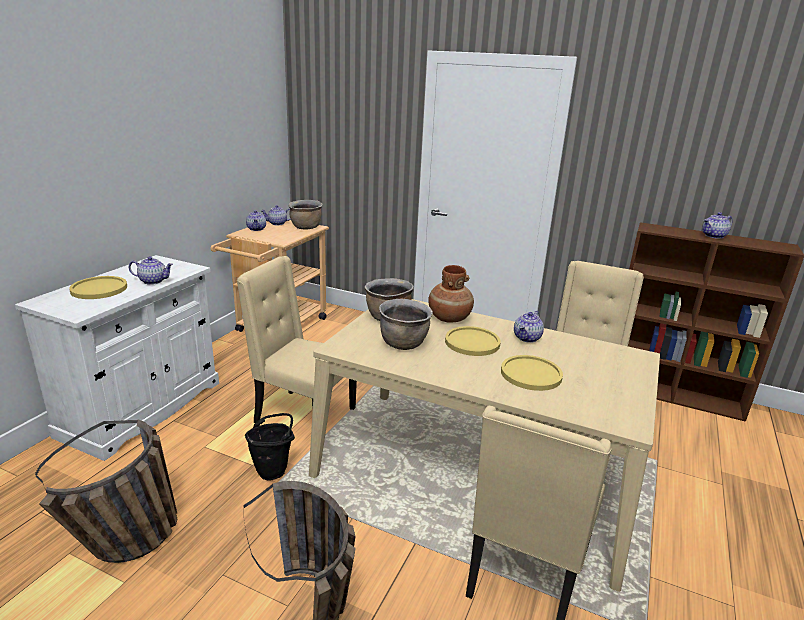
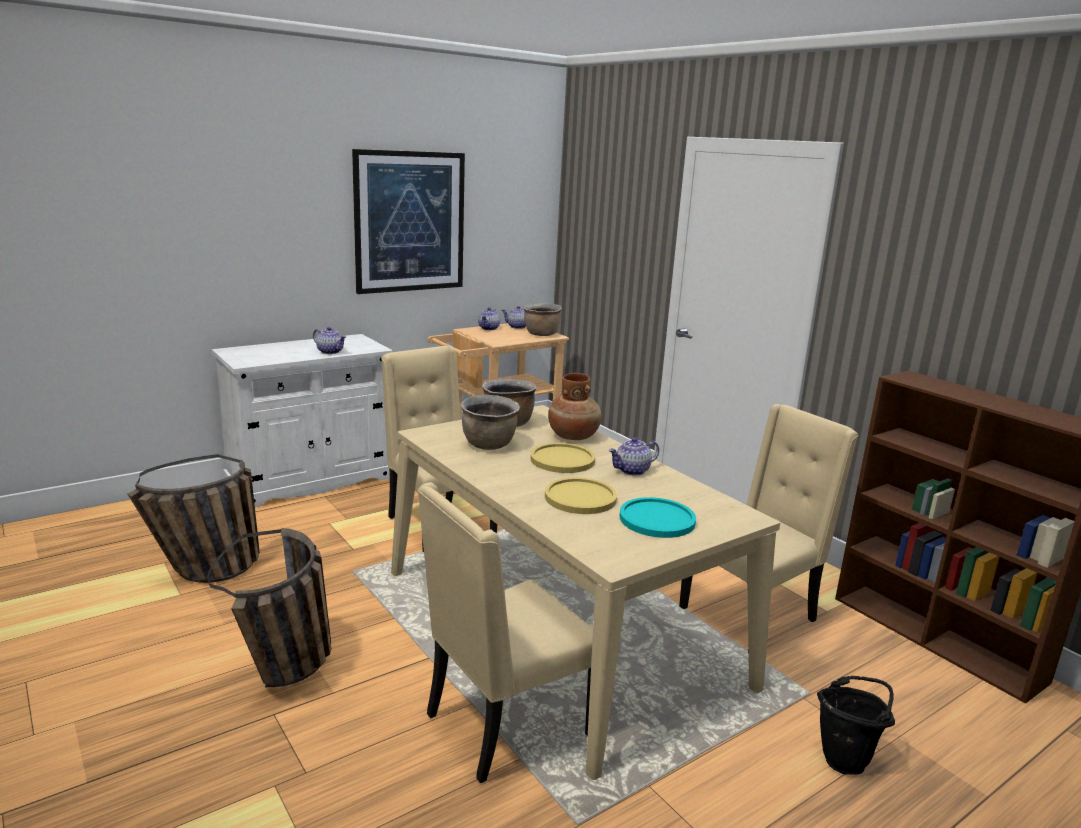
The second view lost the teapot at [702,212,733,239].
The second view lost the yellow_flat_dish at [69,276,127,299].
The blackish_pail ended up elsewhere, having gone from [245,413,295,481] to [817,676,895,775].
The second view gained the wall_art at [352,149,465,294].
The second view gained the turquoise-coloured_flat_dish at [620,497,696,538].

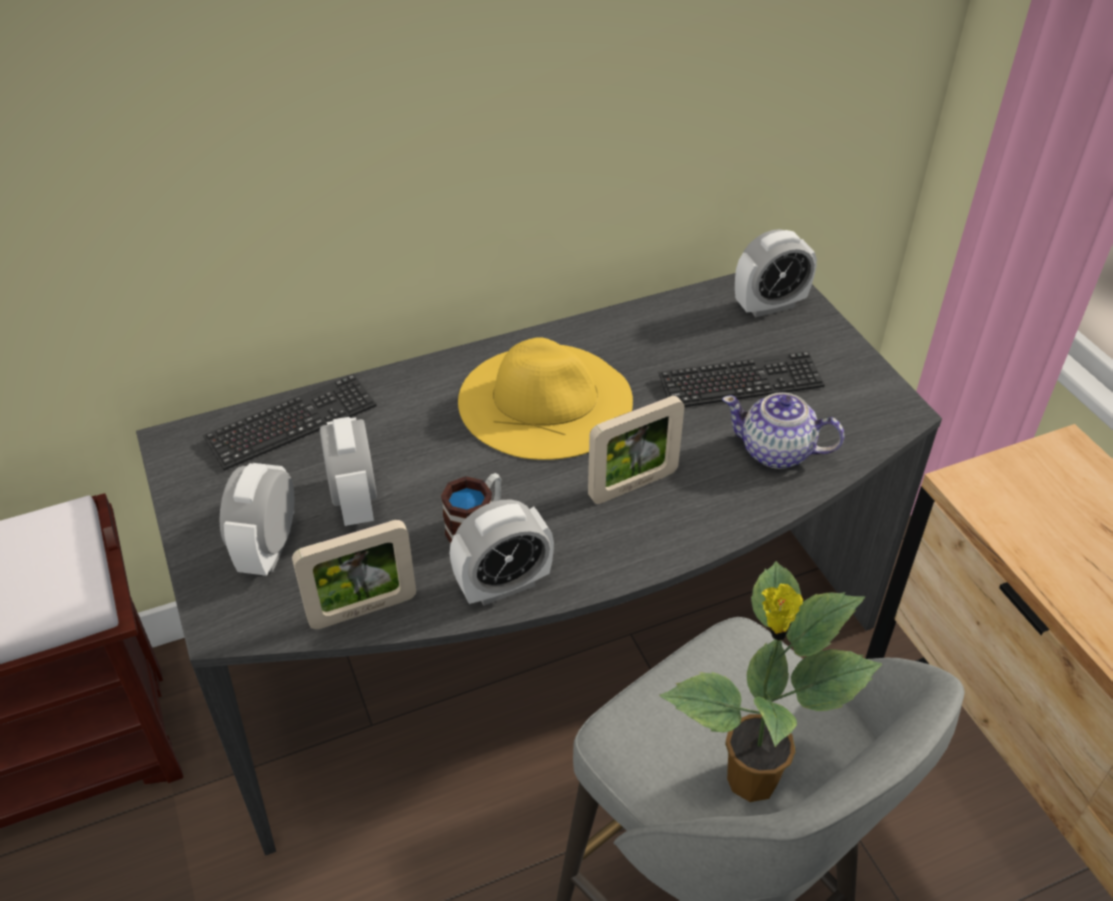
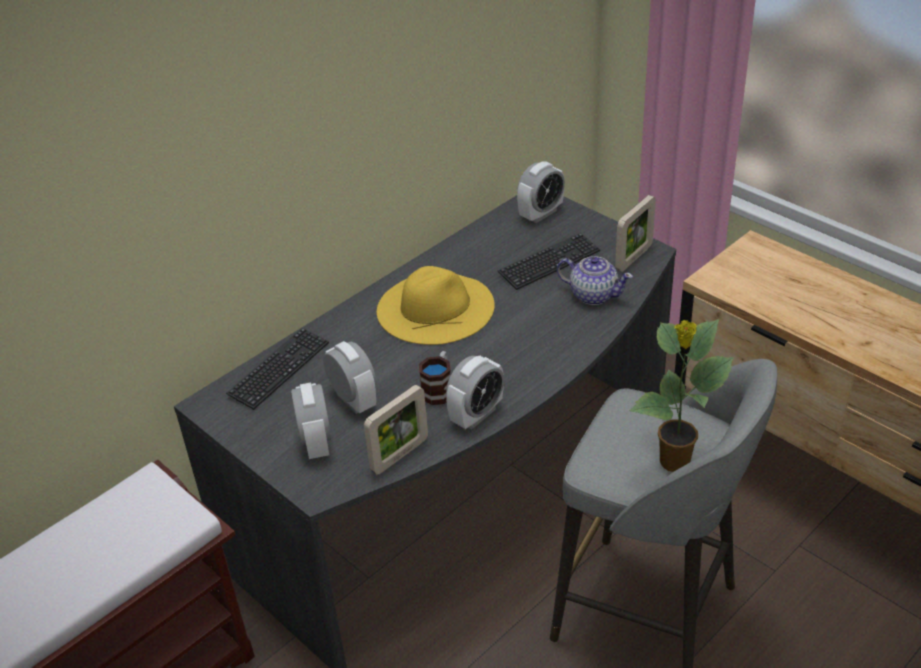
The teapot at [722,392,844,469] ended up facing another way, 150 degrees counterclockwise from before.
The standing_frame ended up elsewhere, having gone from [588,396,684,504] to [615,195,656,272].

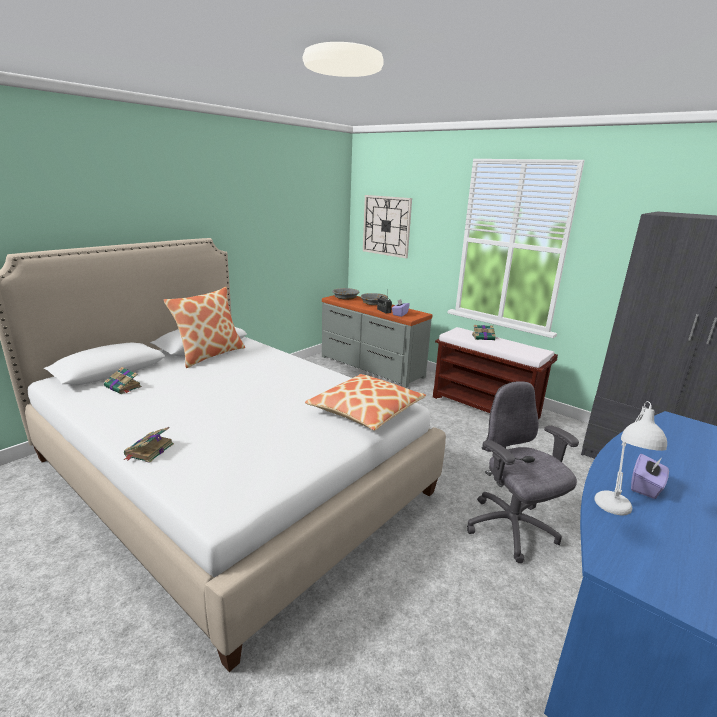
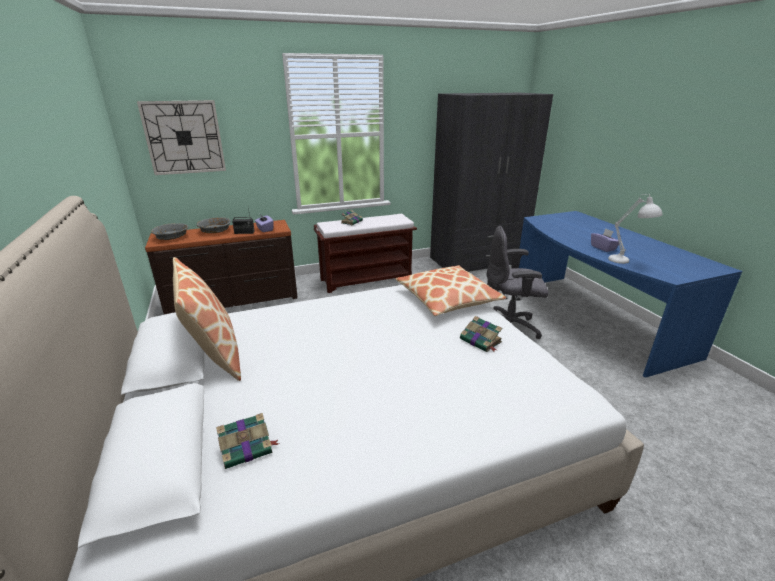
What was the greyish_drawer_chest at [322,295,432,388] turned into the brown-coloured_drawer_chest at [145,220,298,315].
The book ended up elsewhere, having gone from [124,427,174,463] to [460,316,503,352].

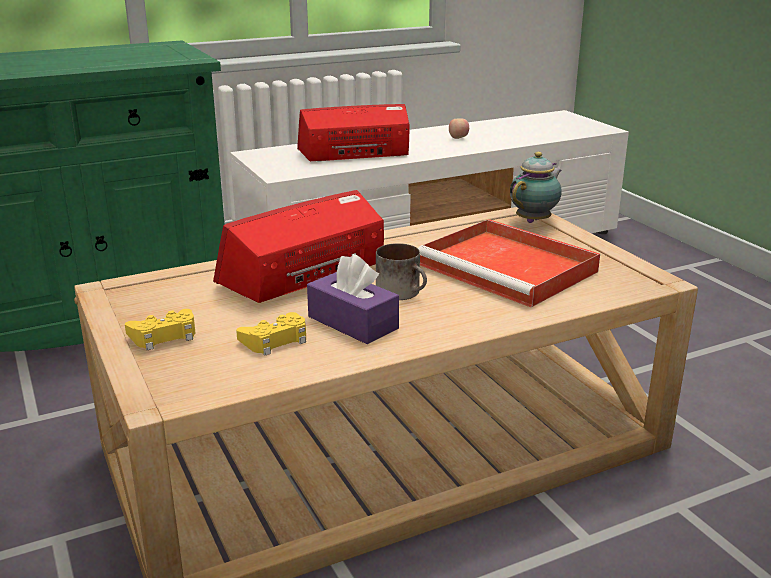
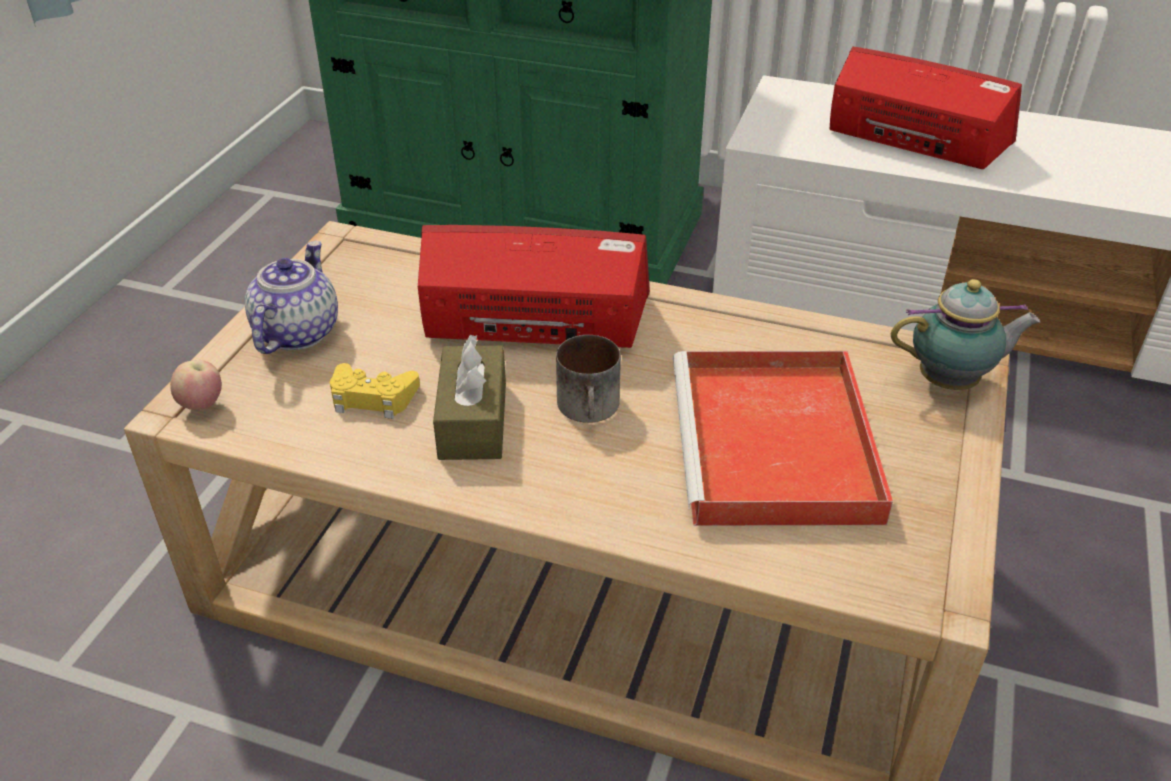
The apple_fruit ended up elsewhere, having gone from [449,119,469,139] to [170,360,222,410].
What was the purple_box_of_tissues at [307,254,399,344] turned into the brown-coloured_box_of_tissues at [433,334,506,460].
Where the yellow_gamepad stood at [125,309,195,350], the teapot came to stand at [245,241,338,354].

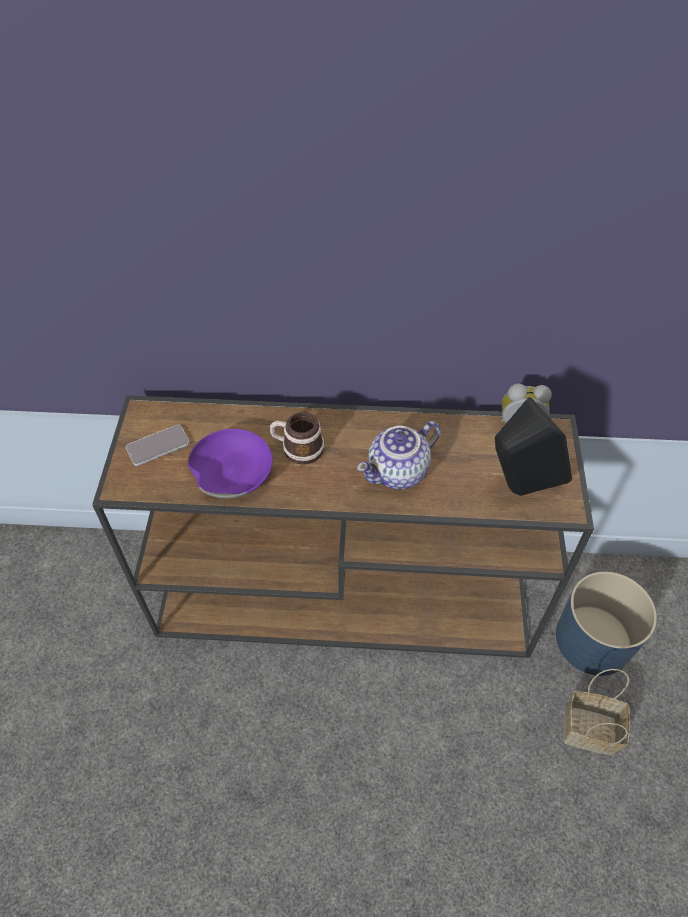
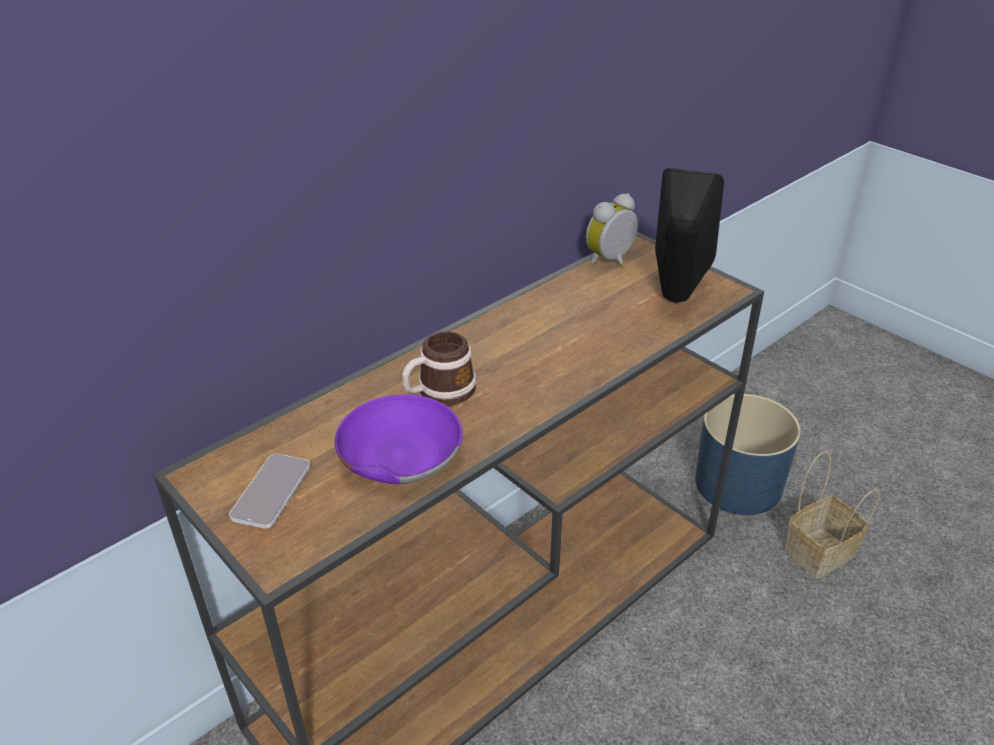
The second view lost the teapot at [357,421,441,489].

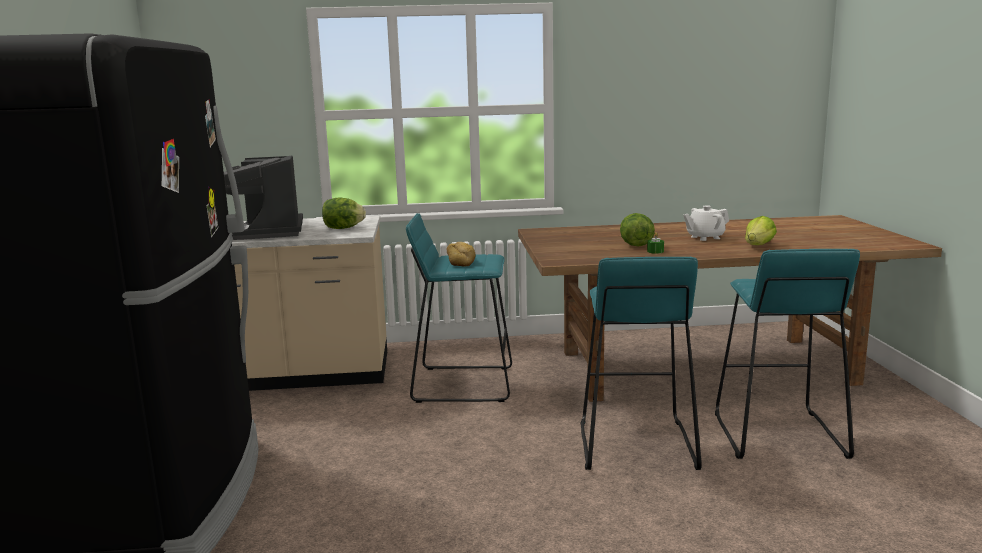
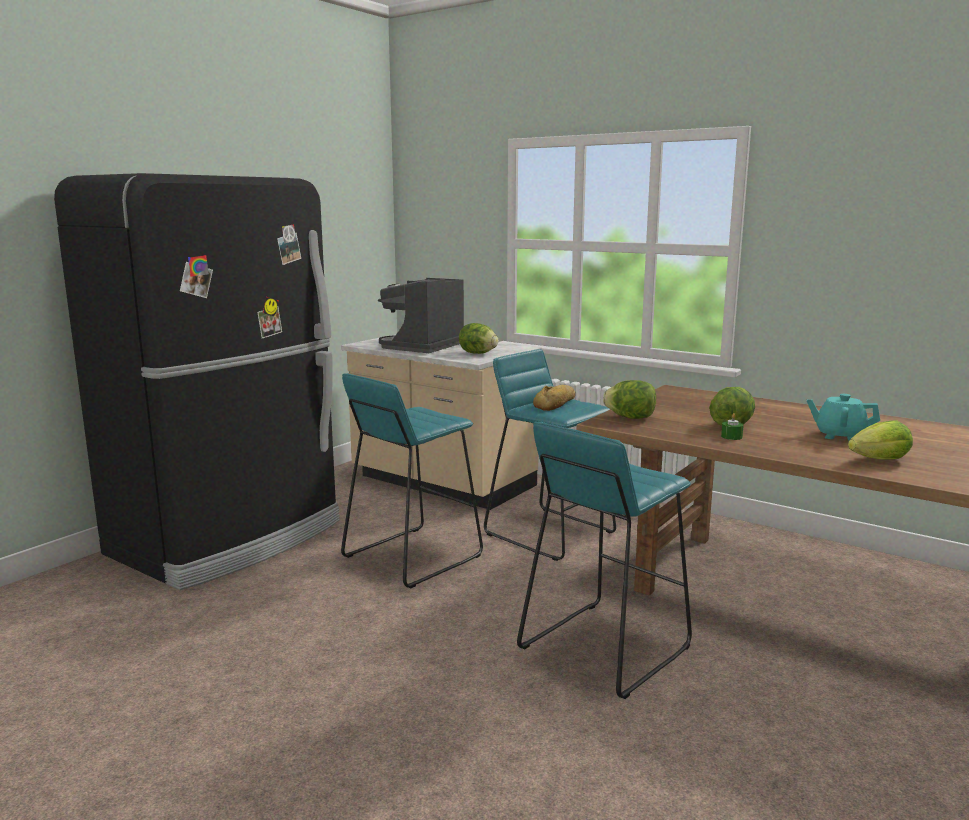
What was the white_teapot at [683,205,729,241] turned into the turquoise-coloured_teapot at [807,394,880,440].
The turquoise-coloured_stool_seat ended up elsewhere, having gone from [715,249,860,459] to [341,373,483,588].
The second view gained the head_of_lettuce at [603,380,656,419].

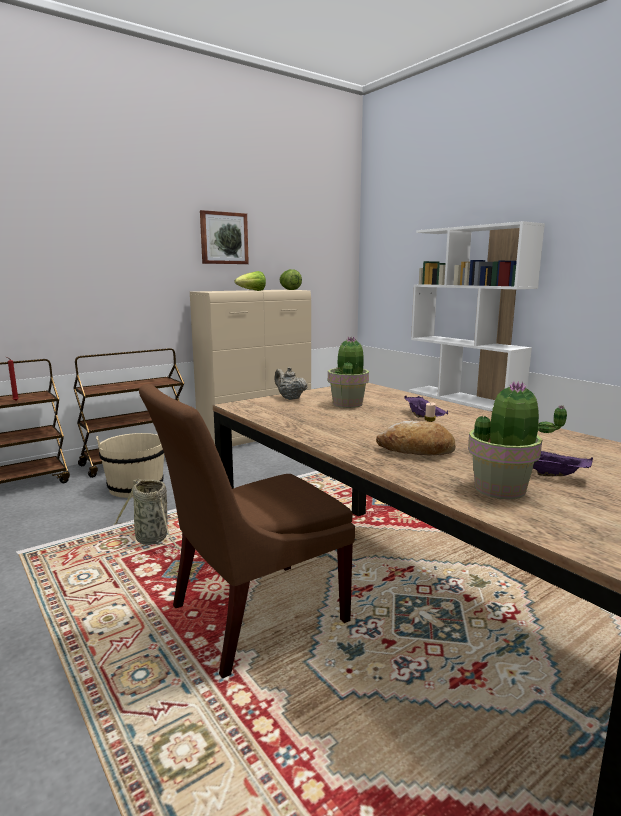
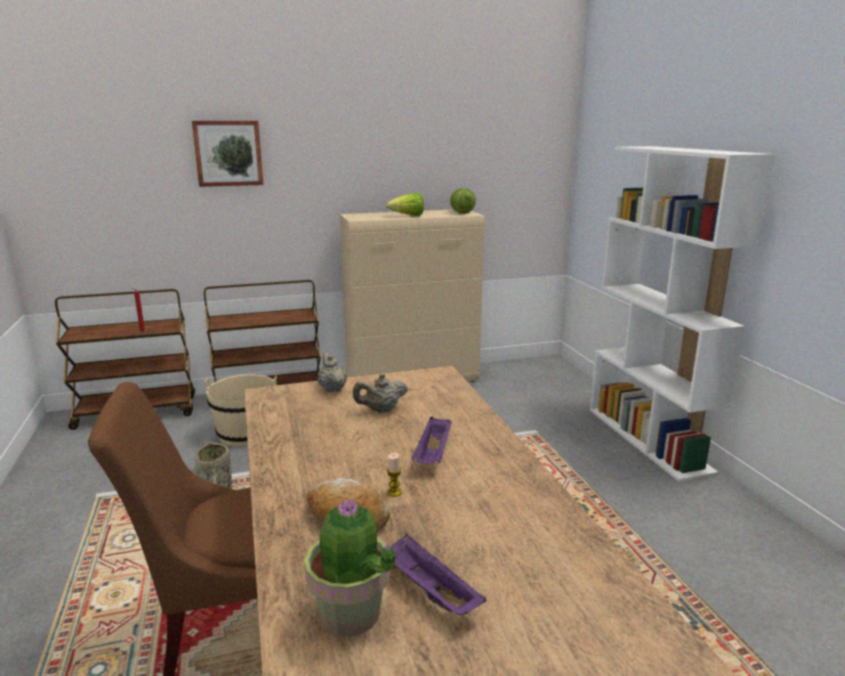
The wall_art ended up elsewhere, having gone from [200,210,249,264] to [192,121,263,187].
Where the plant_in_a_pot stood at [328,337,369,408], the sand-coloured_teapot came to stand at [353,374,408,413].

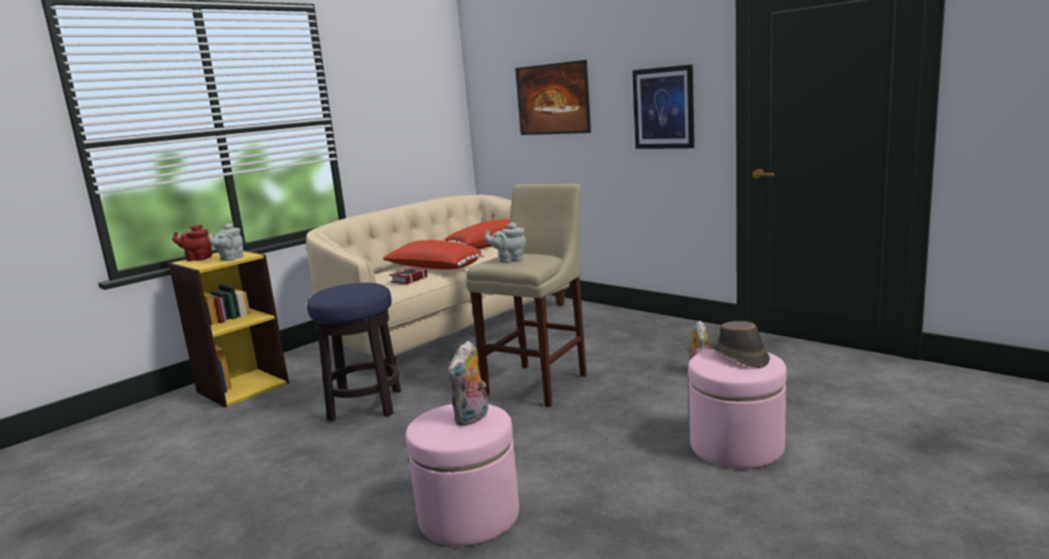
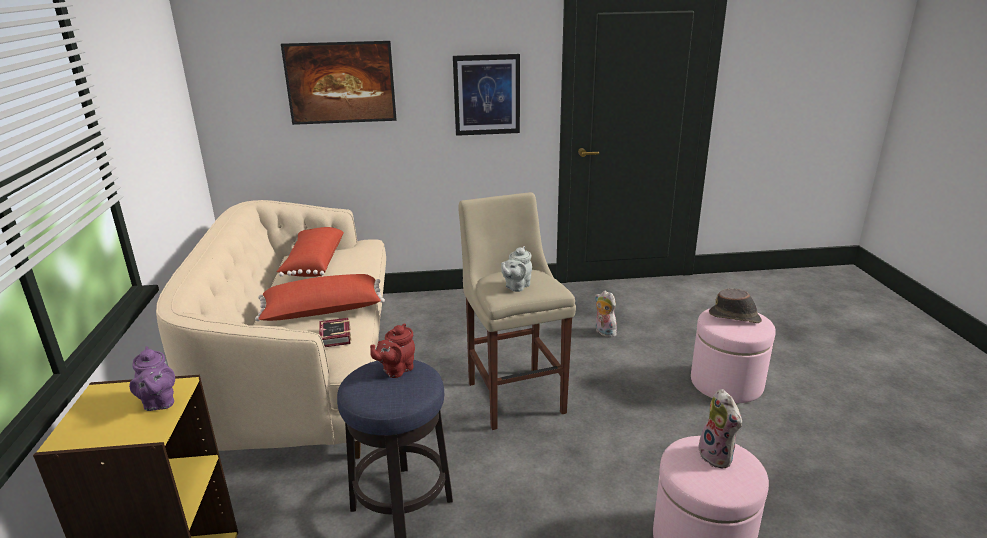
What was the greyish_teapot at [209,223,244,261] turned into the purple_teapot at [129,346,175,411].
The red-coloured_teapot ended up elsewhere, having gone from [172,225,212,261] to [370,323,415,378].

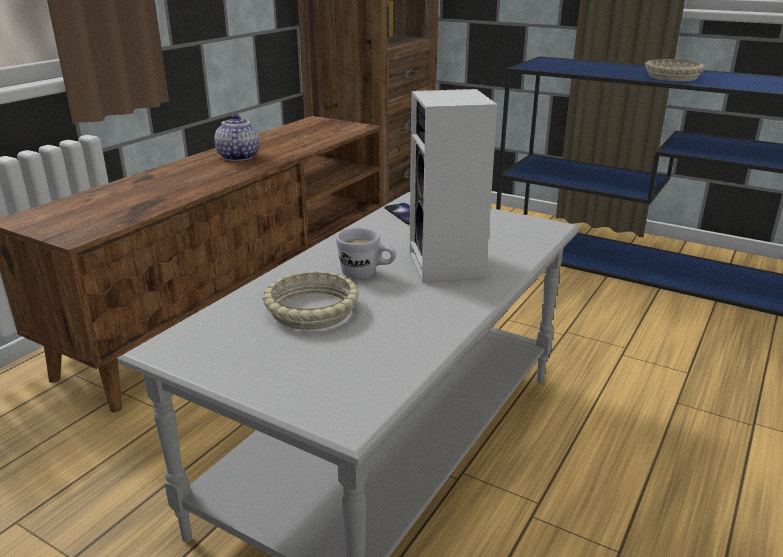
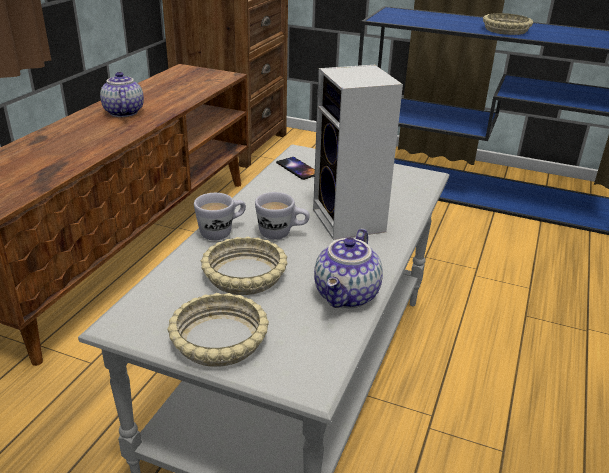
The second view gained the white_coffee_mug at [194,193,246,241].
The second view gained the teapot at [314,228,383,308].
The second view gained the sand-coloured_deep_dish at [167,293,269,367].

